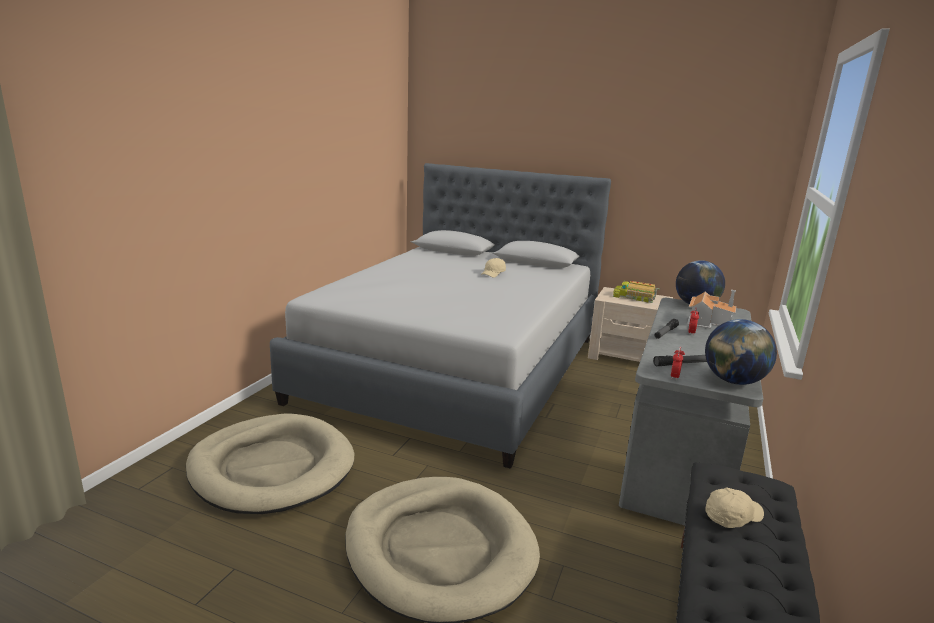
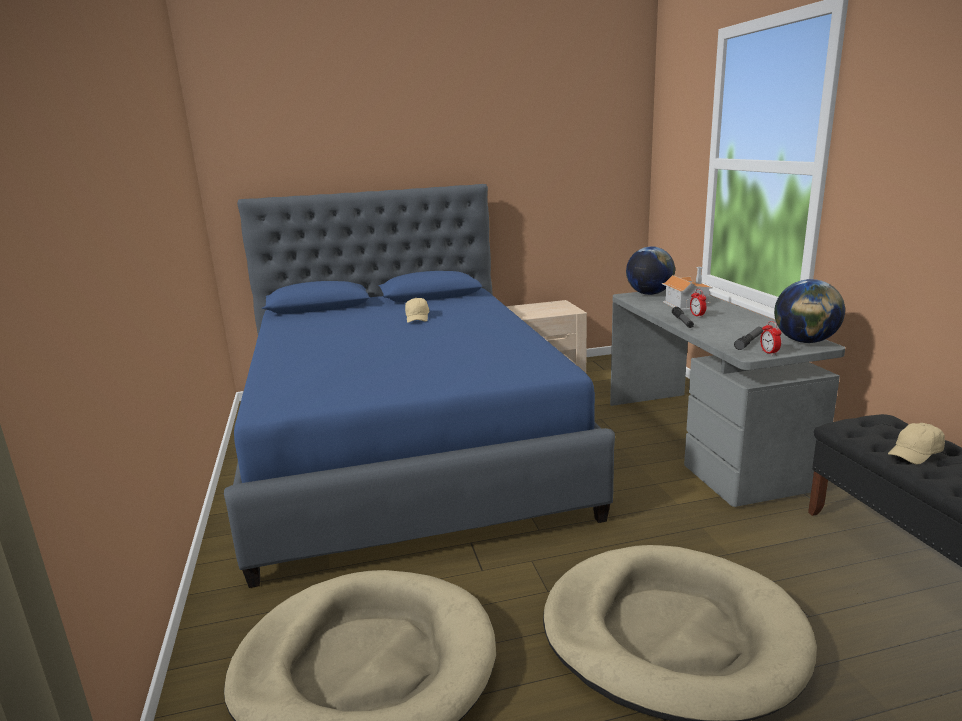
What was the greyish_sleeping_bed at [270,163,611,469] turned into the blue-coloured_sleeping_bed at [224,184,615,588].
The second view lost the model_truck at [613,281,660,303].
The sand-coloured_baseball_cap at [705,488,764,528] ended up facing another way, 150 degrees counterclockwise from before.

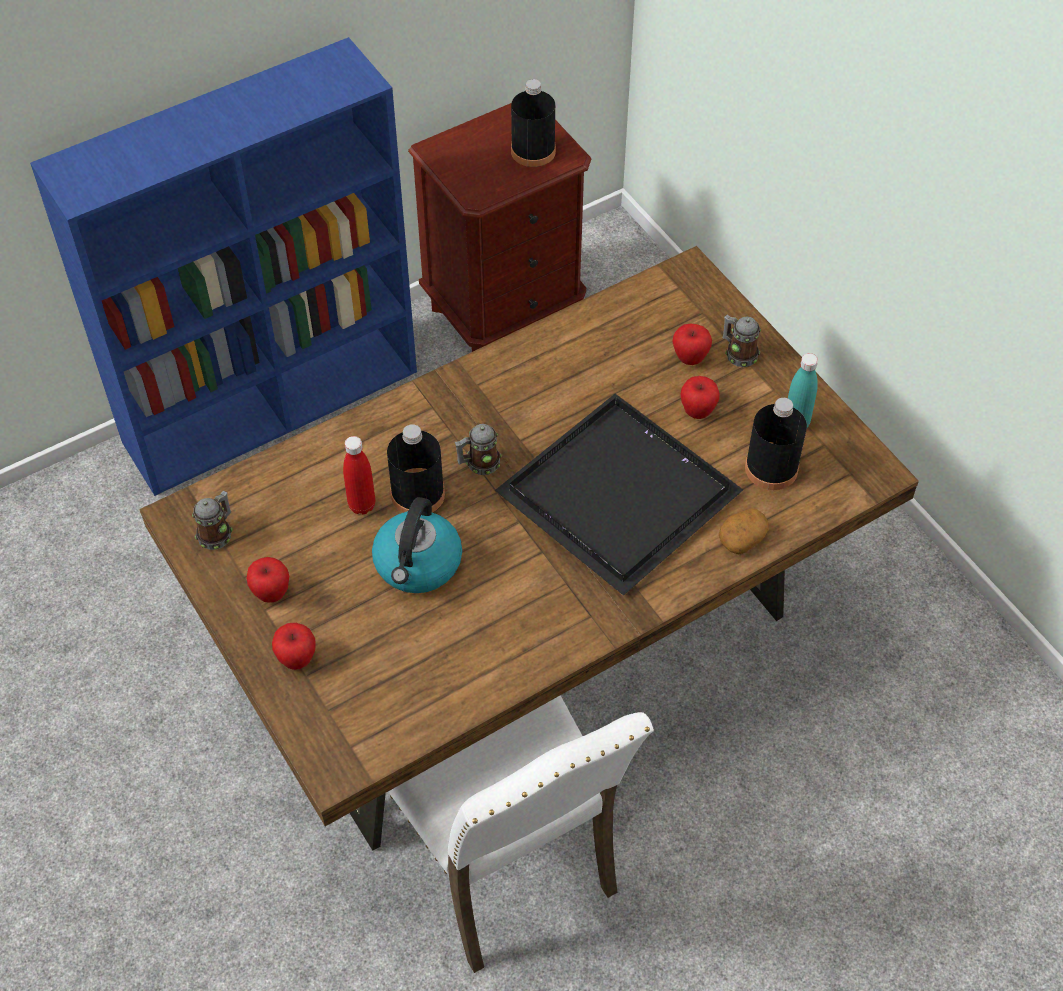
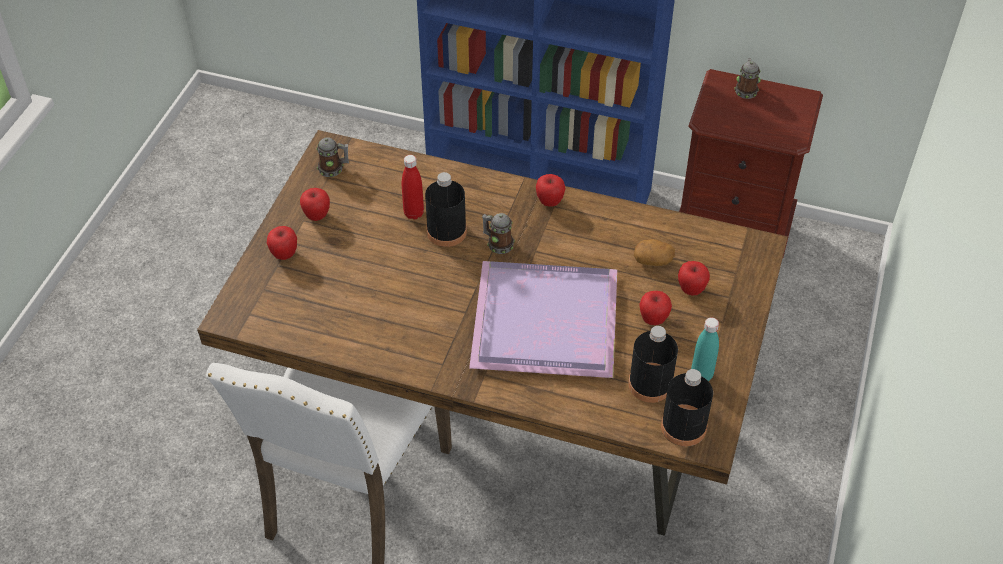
The blackish_bottle ended up elsewhere, having gone from [511,79,556,167] to [661,369,713,446].
The coffee_mug ended up elsewhere, having gone from [722,314,761,367] to [734,58,761,99].
What was the blackish_tray at [495,394,743,596] turned into the purple_tray at [469,261,617,378].
The second view lost the tea_kettle at [372,497,462,593].
The potato ended up elsewhere, having gone from [719,508,769,555] to [634,239,675,266].
The second view gained the apple_fruit at [536,174,566,206].

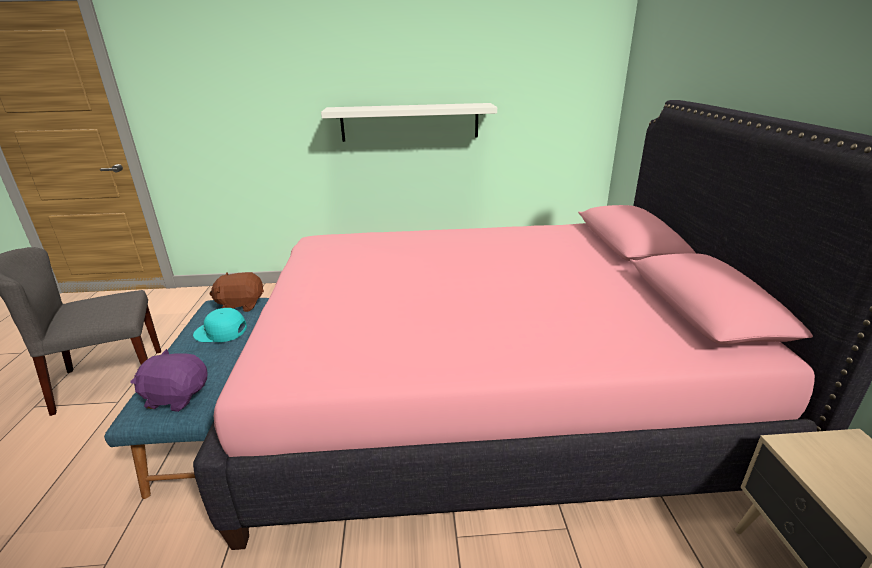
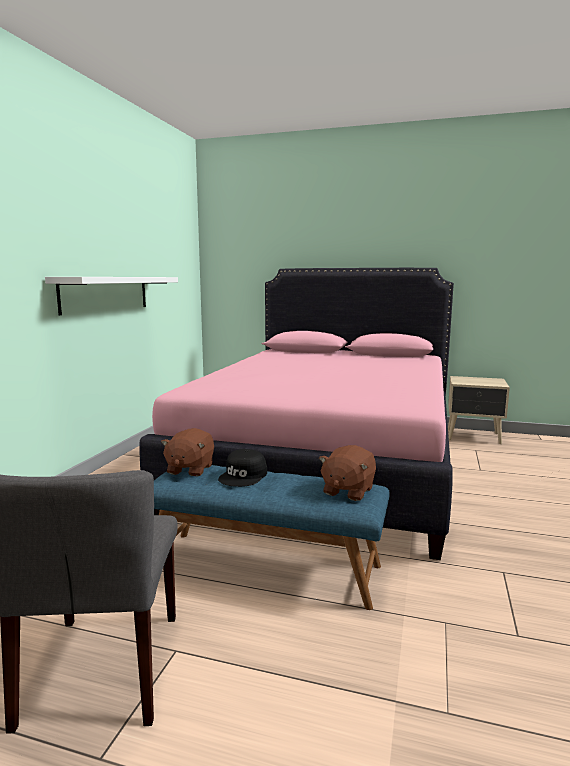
What was the turquoise-coloured_baseball_cap at [193,308,247,342] turned into the blackish_baseball_cap at [218,449,267,487].
What was the purple_cuddly_toy at [131,349,207,412] turned into the brown-coloured_cuddly_toy at [319,445,376,501].

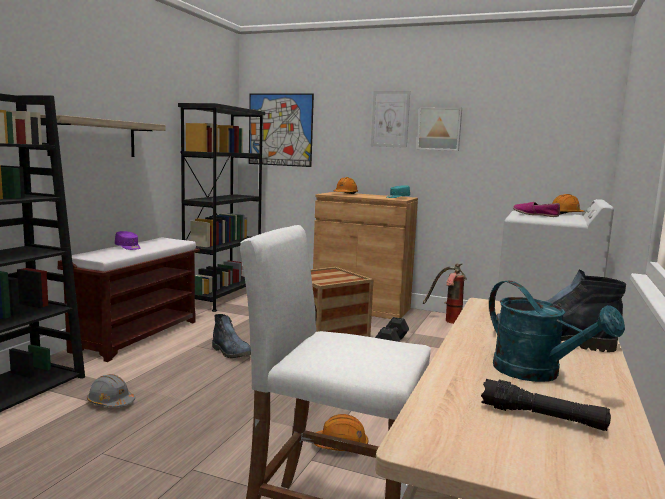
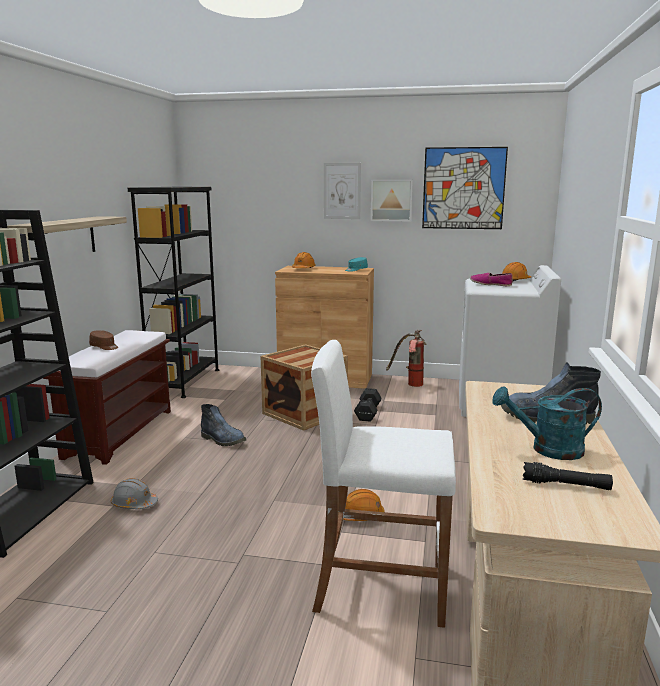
The wall_art ended up elsewhere, having gone from [249,94,314,167] to [422,147,508,229].
What was the purple_baseball_cap at [115,231,141,250] turned into the brown-coloured_baseball_cap at [89,330,118,350].
The turquoise-coloured_watering_pot at [489,281,625,382] ended up facing another way, 135 degrees clockwise from before.

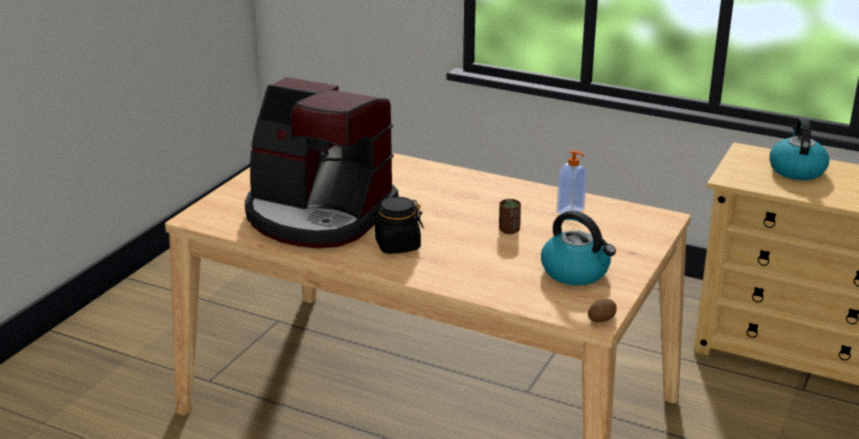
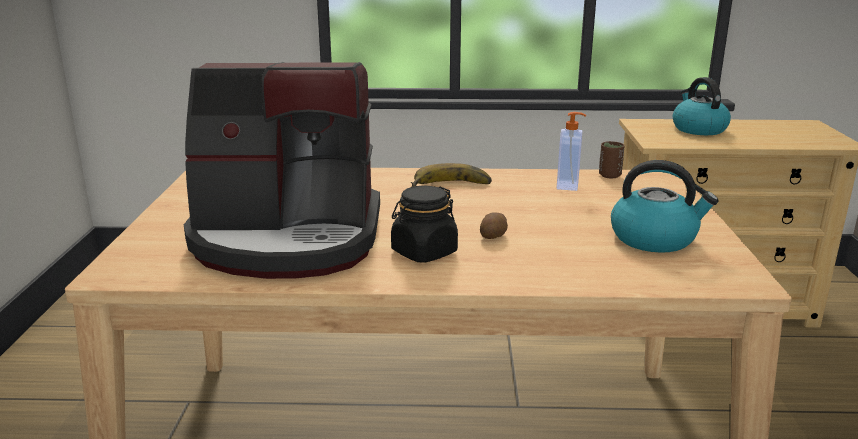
The brown-coloured_small_cup ended up elsewhere, having gone from [499,199,521,234] to [599,141,625,178].
The potato ended up elsewhere, having gone from [588,299,617,322] to [480,213,508,239].
The second view gained the banana at [411,163,492,187].

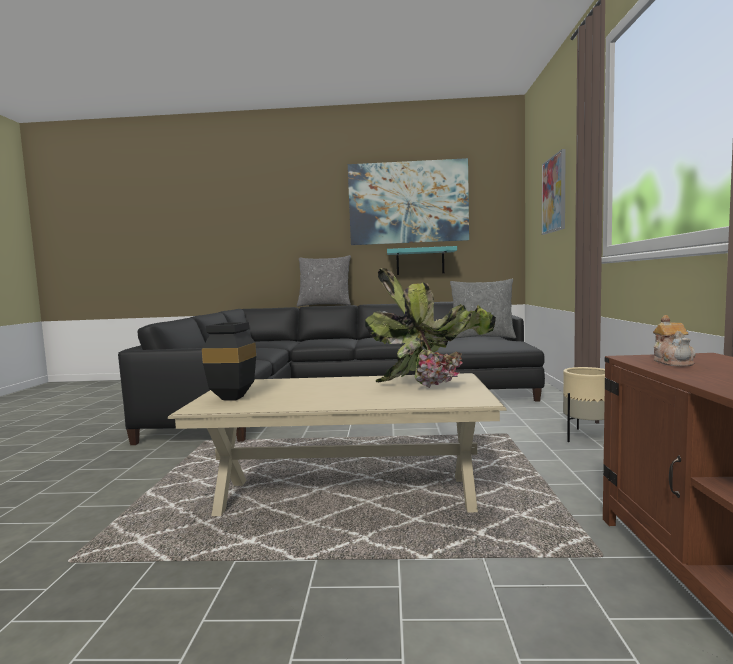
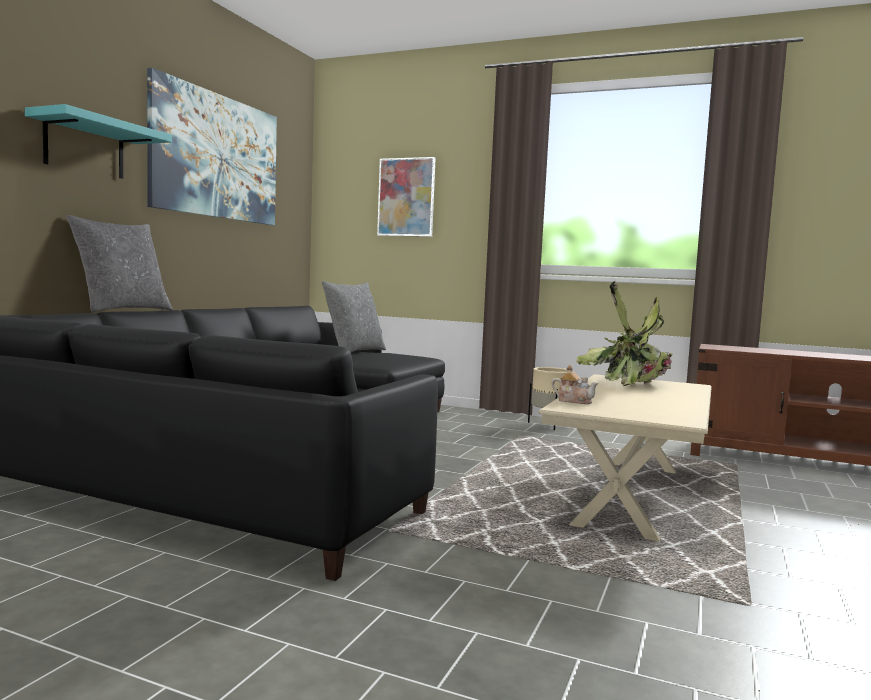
The turquoise-coloured_shelf ended up elsewhere, having gone from [387,246,457,275] to [25,104,172,179].
The teapot ended up elsewhere, having gone from [653,315,696,366] to [552,365,598,404].
The second view lost the blackish_flower_vase at [202,322,256,400].

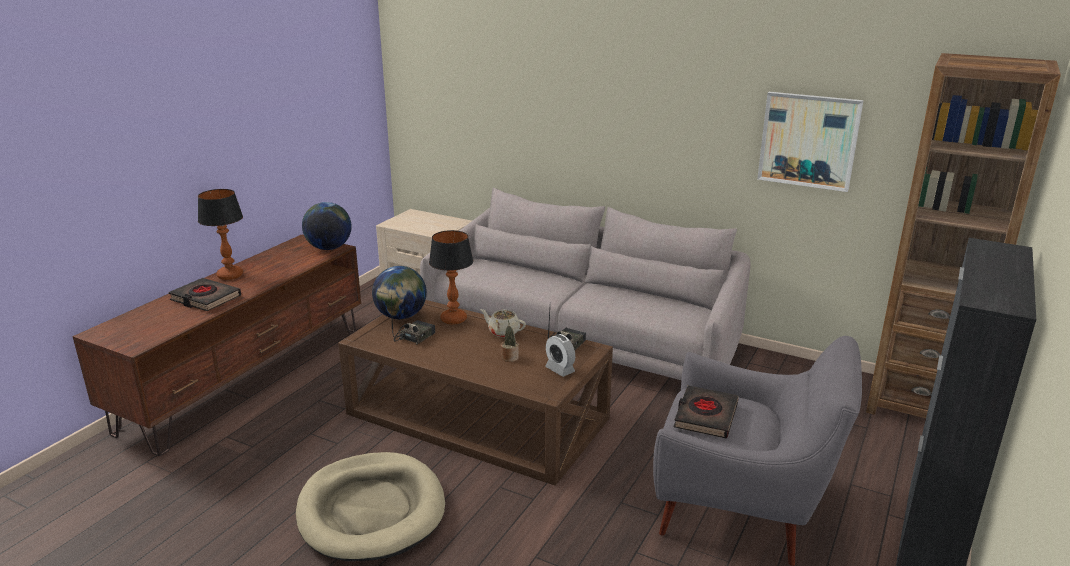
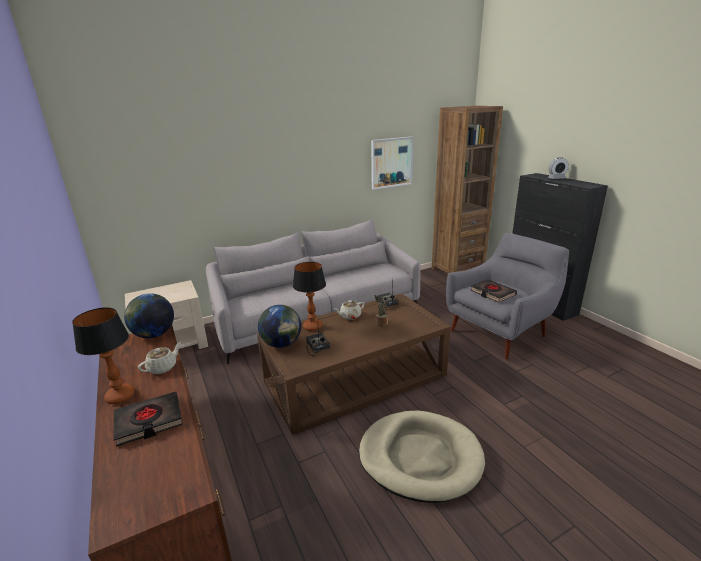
The alarm_clock ended up elsewhere, having gone from [545,334,575,377] to [548,157,569,179].
The second view gained the sand-coloured_teapot at [138,342,181,374].

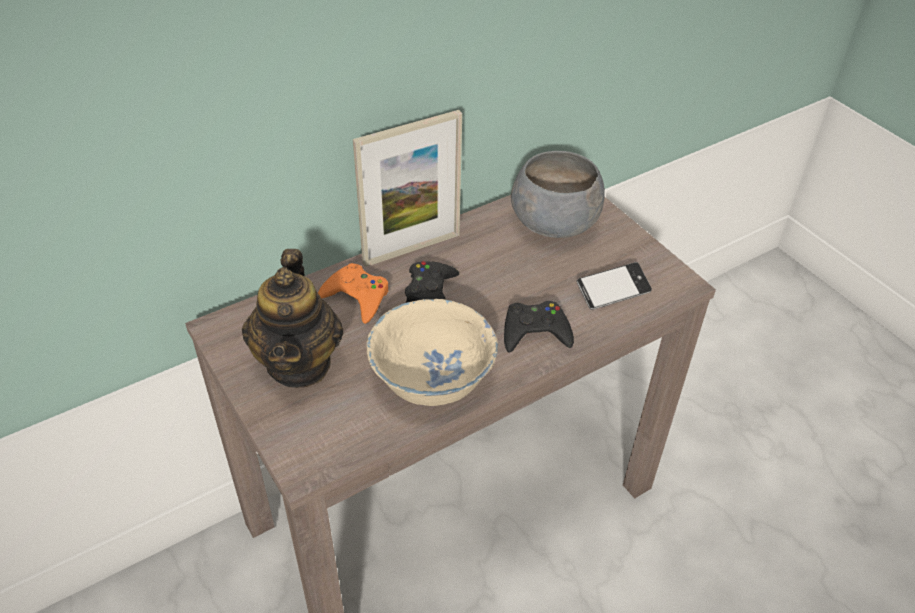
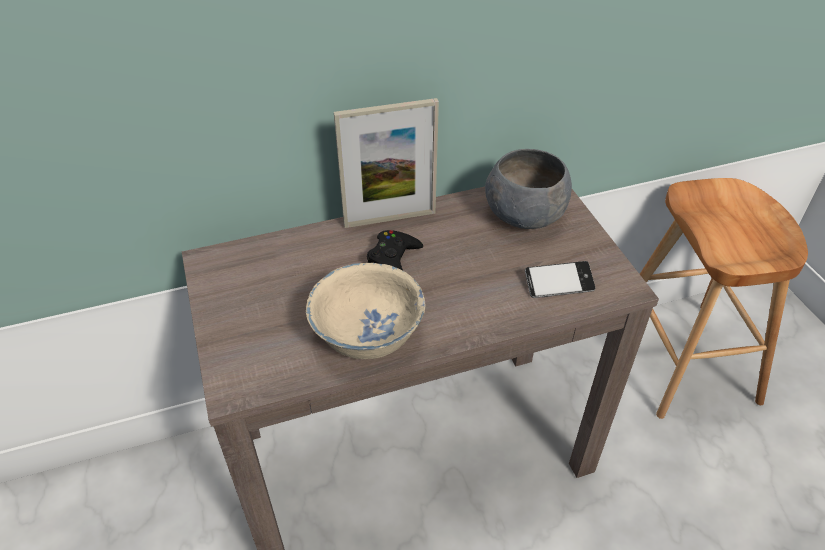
The second view lost the teapot at [242,249,344,388].
The second view lost the orange_gamepad at [318,263,388,324].
The second view lost the blackish_gamepad at [504,301,574,353].
The second view gained the brown-coloured_stool_seat at [640,178,808,419].

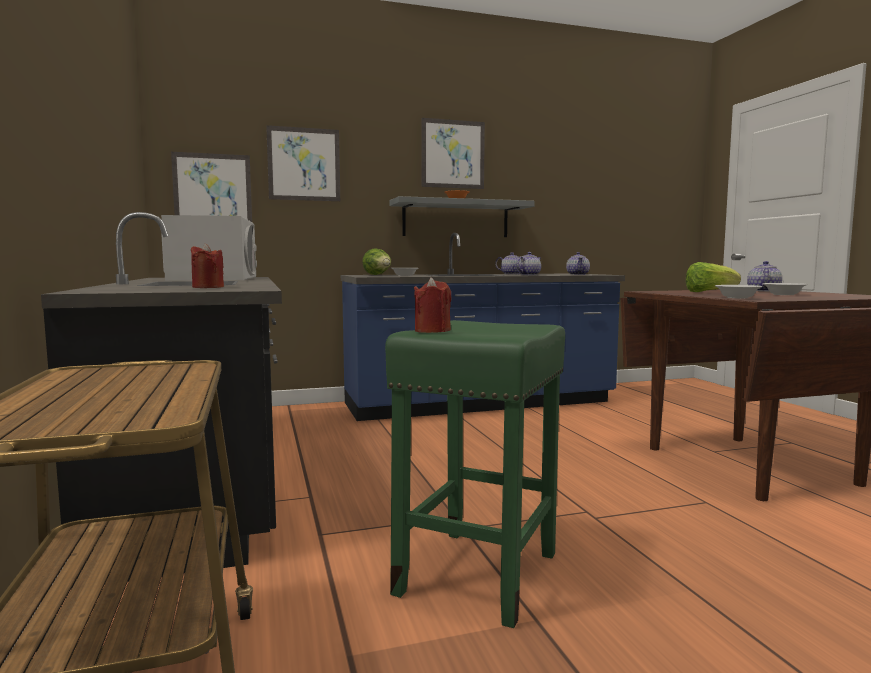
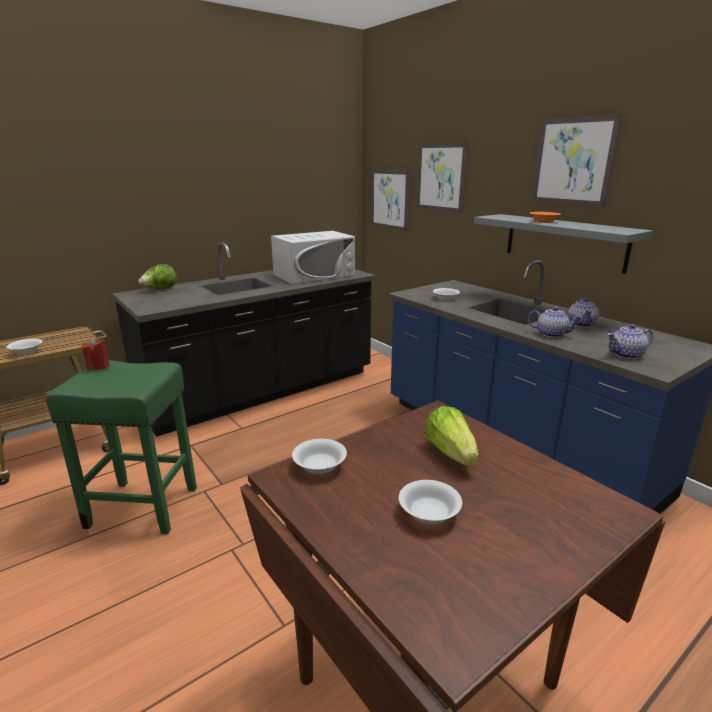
The second view lost the red-coloured_wax_candle at [191,243,224,288].
The head_of_lettuce ended up elsewhere, having gone from [362,248,391,275] to [138,264,176,290].
The second view lost the teapot at [747,261,782,291].
The second view gained the white_deep_dish at [7,339,43,354].

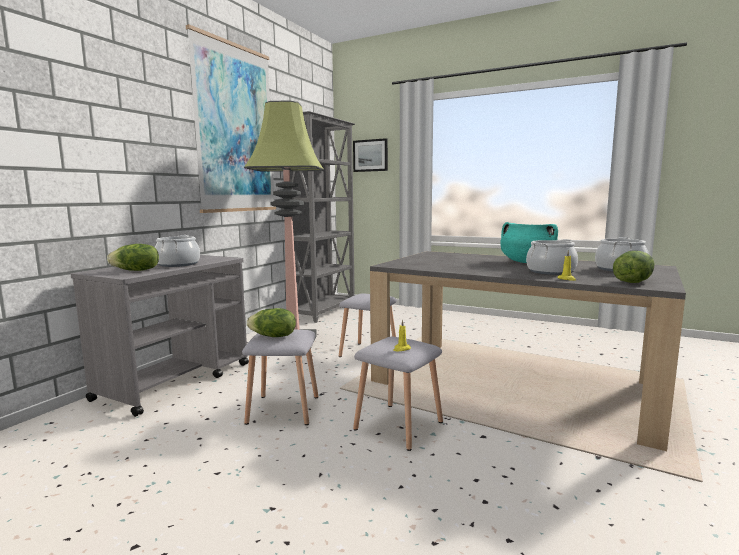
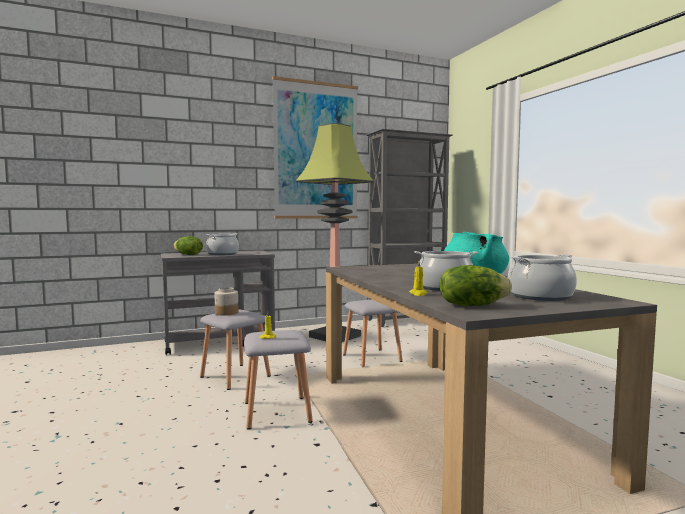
The second view lost the wall_art at [353,138,388,172].
Where the head_of_lettuce stood at [247,308,296,337], the jar came to stand at [215,287,238,316].

